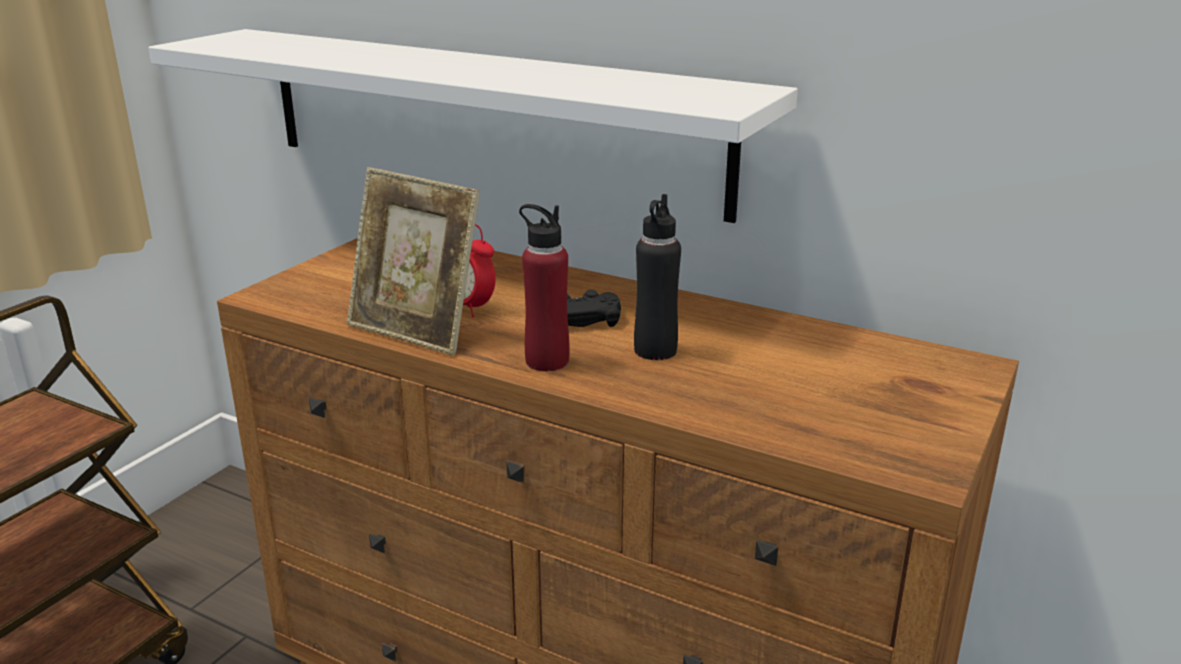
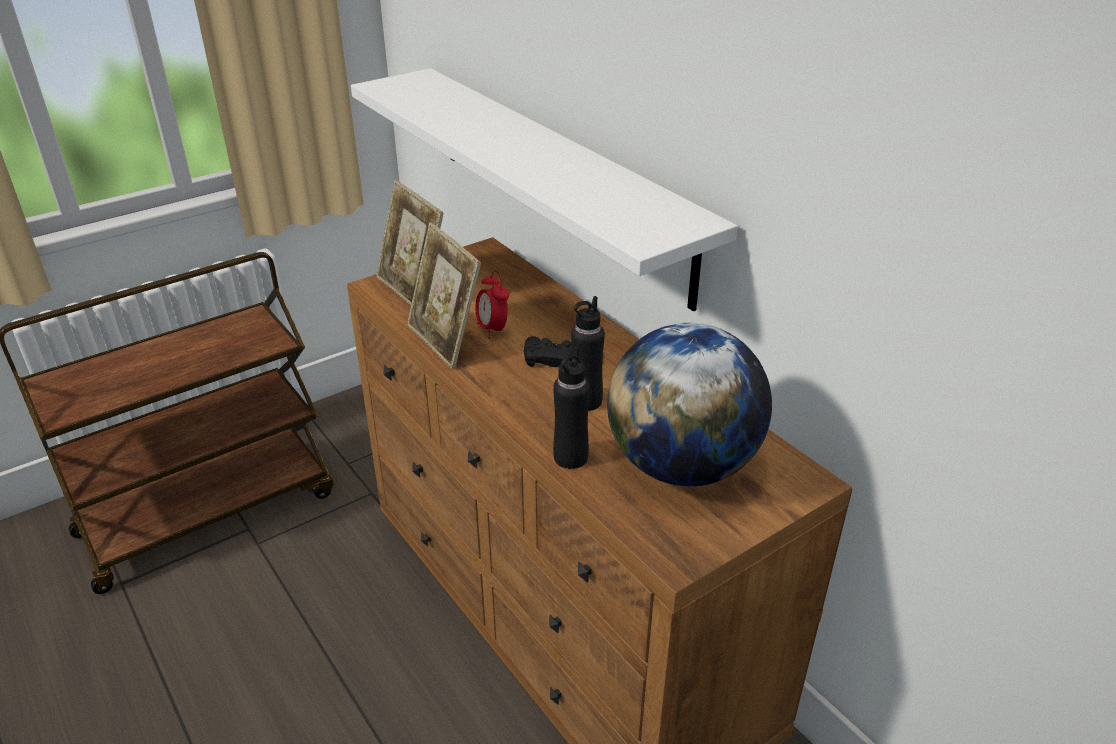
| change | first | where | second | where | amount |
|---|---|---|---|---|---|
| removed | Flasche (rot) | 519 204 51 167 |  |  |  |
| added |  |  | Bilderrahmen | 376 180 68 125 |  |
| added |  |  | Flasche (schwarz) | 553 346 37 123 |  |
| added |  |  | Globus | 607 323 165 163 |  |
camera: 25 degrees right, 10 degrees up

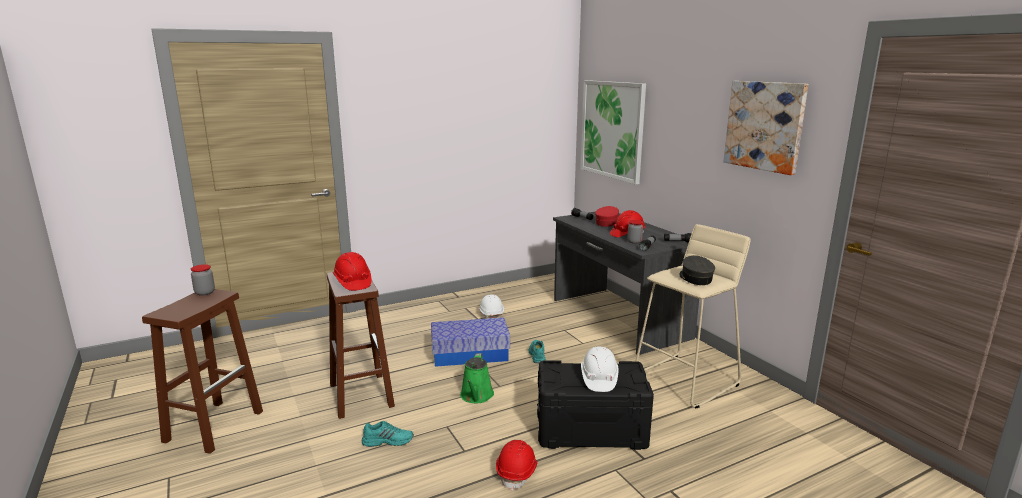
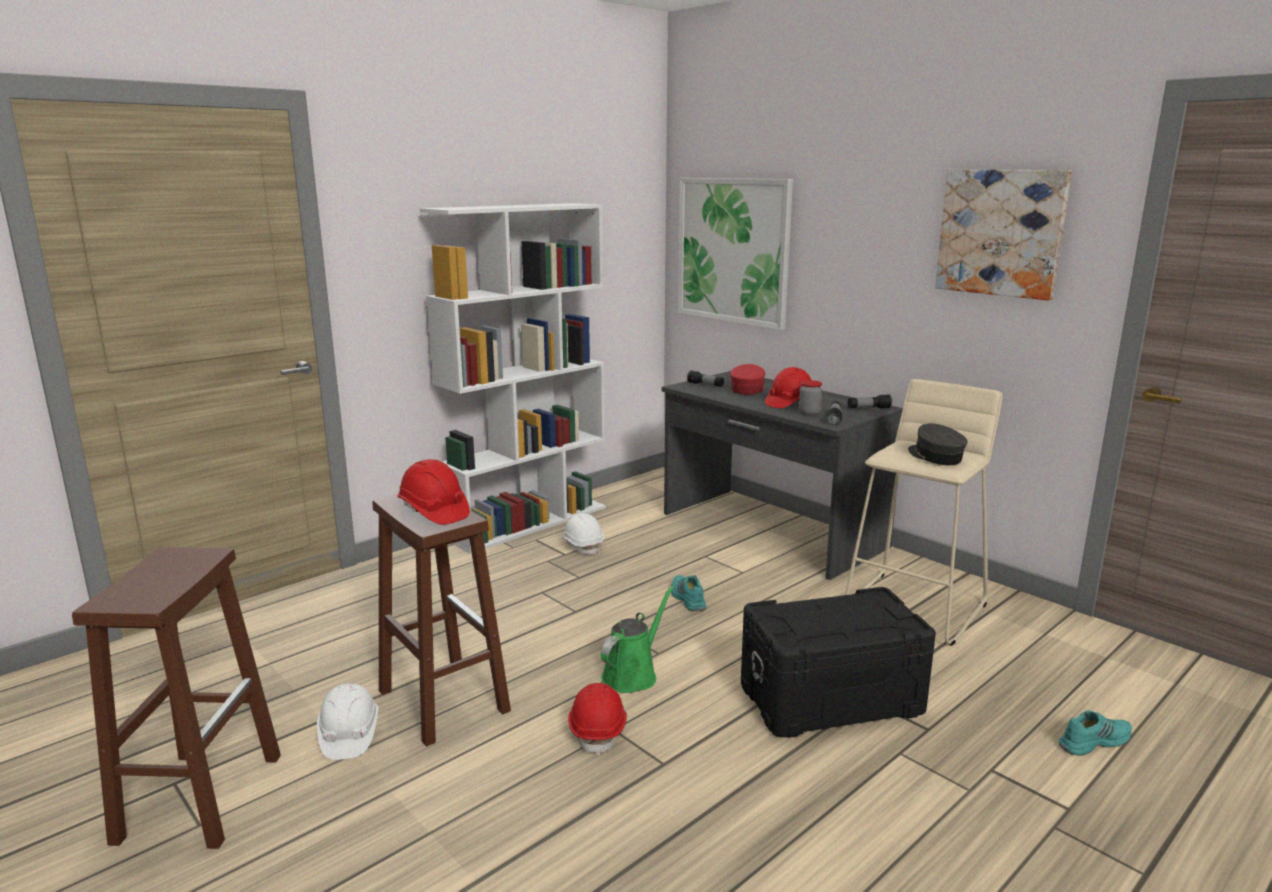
| change | first | where | second | where | amount |
|---|---|---|---|---|---|
| removed | Vorratsglas | 191 264 24 32 |  |  |  |
| removed | Aufbewahrungsbox | 431 318 79 49 |  |  |  |
| added |  |  | Bücherregal (weiß) | 420 203 186 351 |  |
| moved | Schuh (türkis) | 362 421 51 26 |  | 1058 710 74 46 |  |
| moved | Schutzhelm (rot) | 496 440 42 51 |  | 568 683 59 73 |  |
| moved | Schutzhelm (weiß) | 581 347 37 45 |  | 317 683 62 77 |  |
| turned | Gießkanne (grün) | 460 353 34 50 |  | 601 585 73 108 | 135 degrees counterclockwise |
camera: 15 degrees left, 0 degrees up

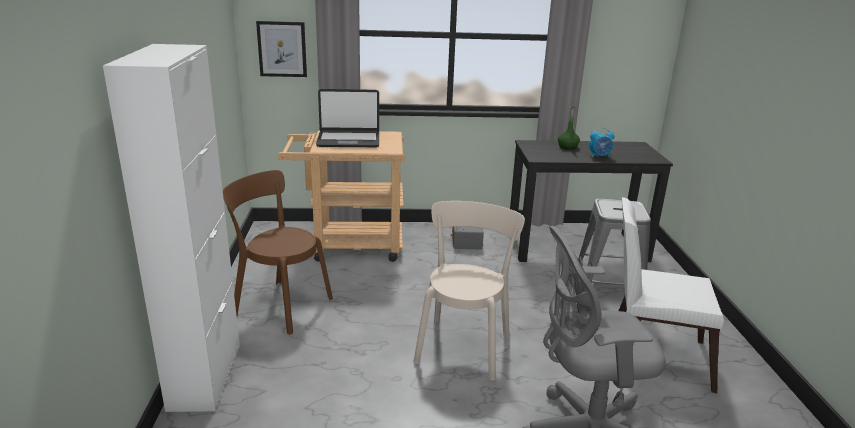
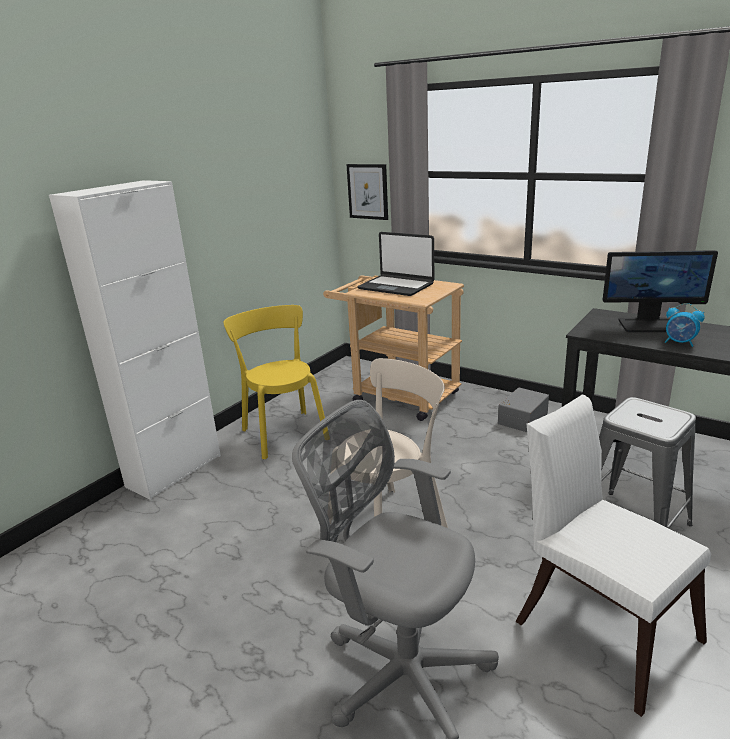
| change | first | where | second | where | amount |
|---|---|---|---|---|---|
| replaced | Flasche (grün) | 558 106 22 43 | Monitor | 603 250 115 82 |  |
| recoloured | Stuhl (braun) | 223 170 110 164 | Stuhl (gelb) | 224 305 104 154 |  |
camera: 40 degrees right, 0 degrees up

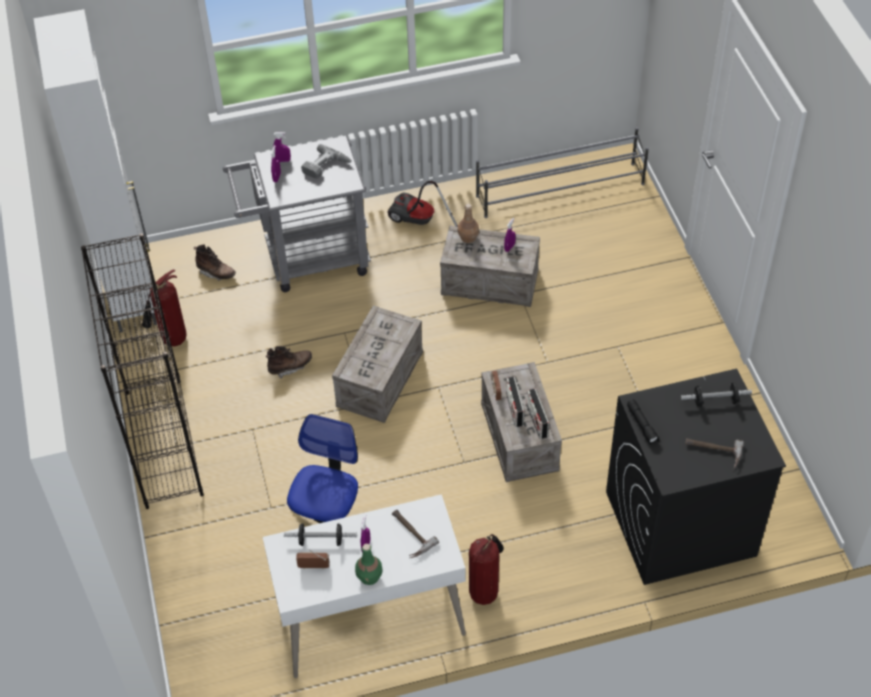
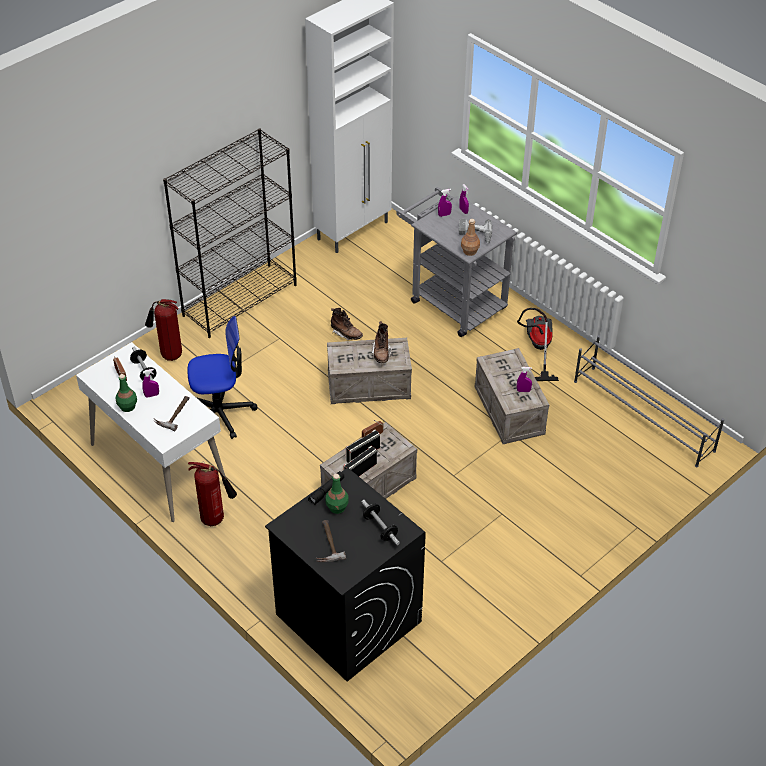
| change | first | where | second | where | amount |
|---|---|---|---|---|---|
| added |  |  | Flasche (grün) | 325 474 24 40 |  |
| moved | Feuerlöscher | 142 269 45 77 |  | 145 299 37 62 |  |
| moved | Stiefel (braun) | 194 244 42 37 |  | 372 321 20 42 |  |
| moved | Flasche (braun) | 458 204 21 39 |  | 461 219 19 37 |  |
camera: 60 degrees right, 5 degrees down

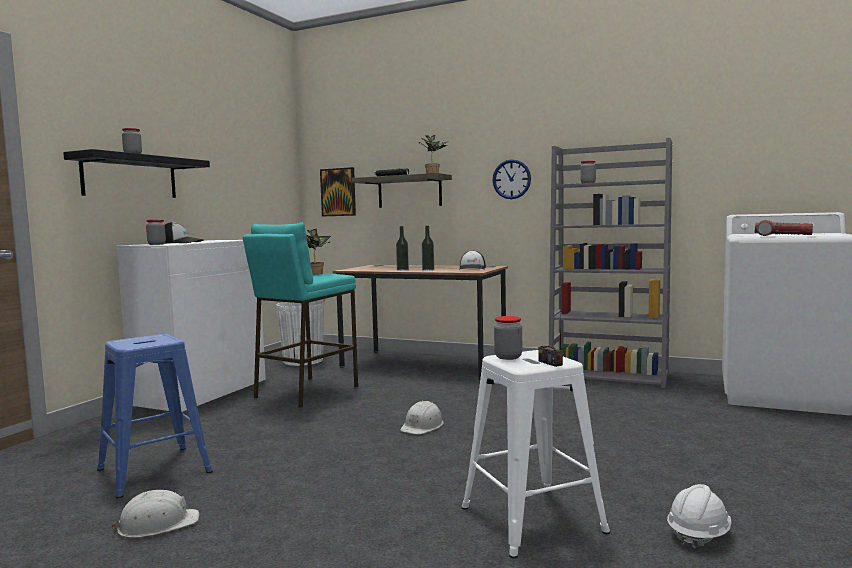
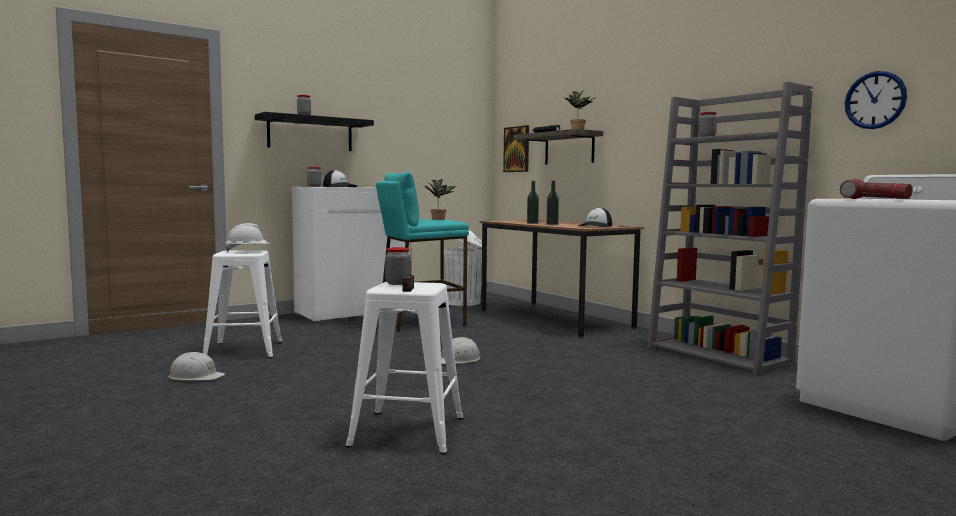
| change | first | where | second | where | amount |
|---|---|---|---|---|---|
| moved | Wanduhr | 492 159 39 40 |  | 845 71 62 58 |  |
| moved | Schutzhelm (weiß) | 667 484 65 66 |  | 224 223 46 29 |  |
| recoloured | Hocker (blau) | 97 334 116 164 | Hocker (weiß) | 203 250 80 108 |  |
camera: 30 degrees right, 0 degrees up

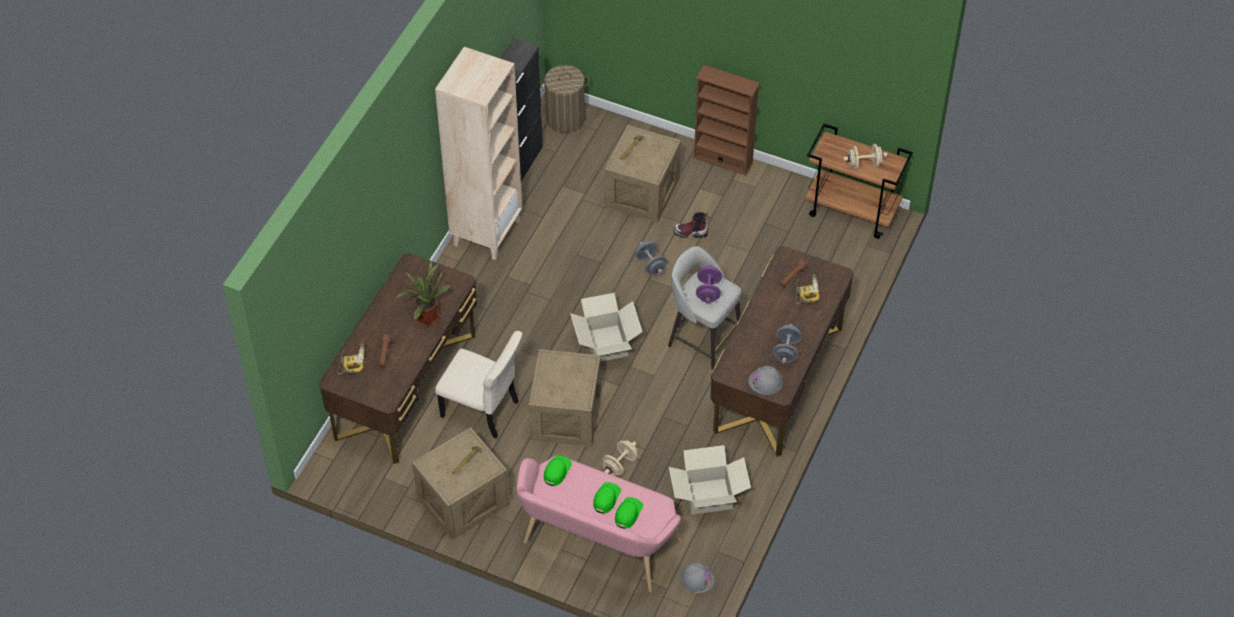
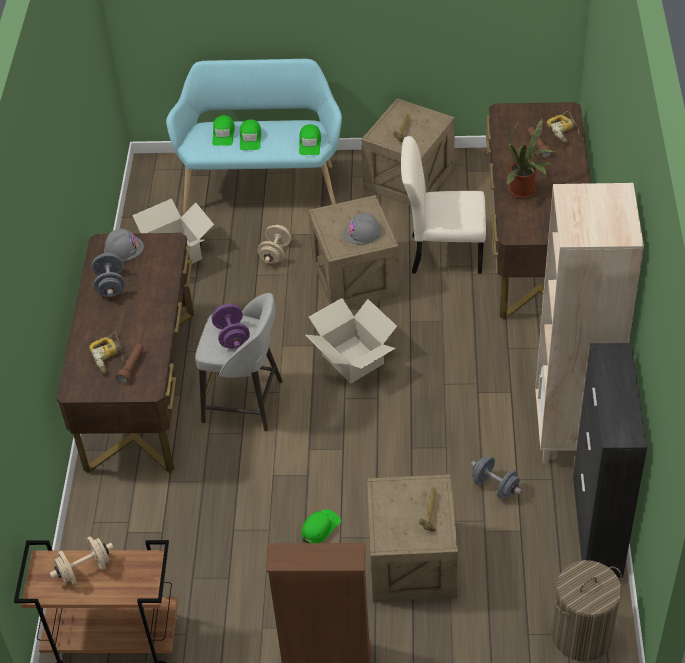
| change | first | where | second | where | amount |
|---|---|---|---|---|---|
| moved | Hantel (grau) | 635 241 32 34 |  | 471 456 51 43 |  |
| moved | Schutzhelm (grau) | 680 562 35 31 |  | 343 213 39 32 |  |
| replaced | Stiefel | 673 212 35 26 | Kappe (grün) | 302 509 39 34 |  |
| recoloured | Bank (rosa) | 517 455 165 137 | Bank (türkis) | 166 59 176 154 |  |
camera: 160 degrees right, 5 degrees down

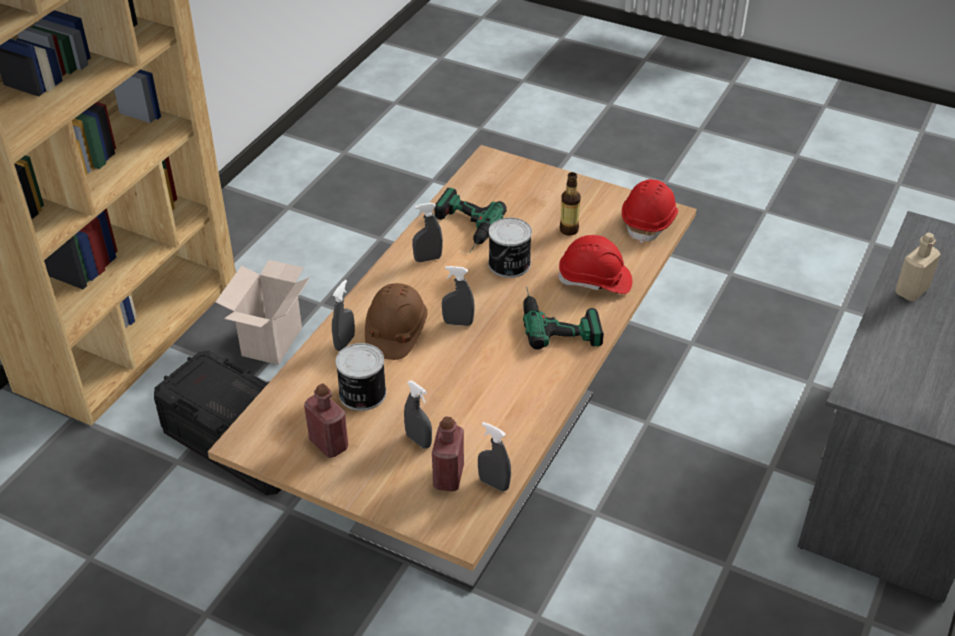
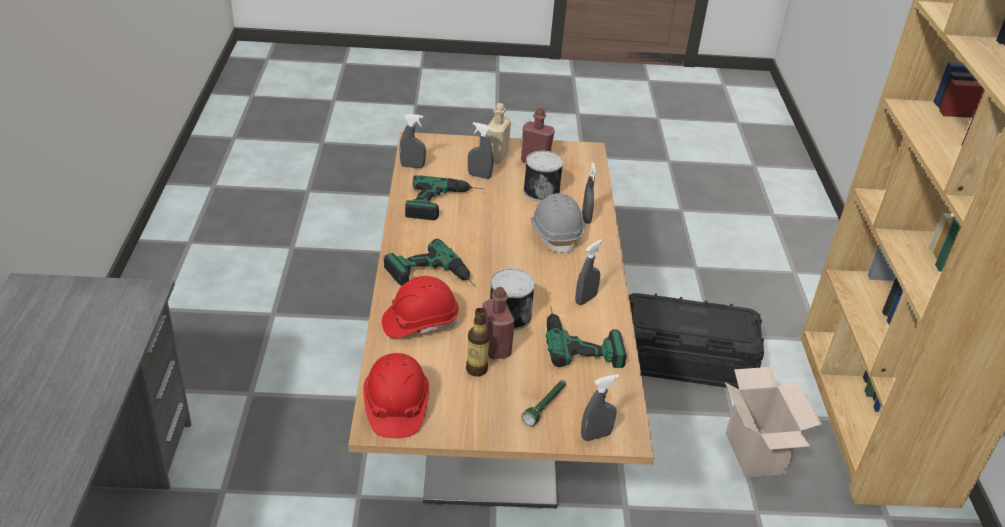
| change | first | where | second | where | amount |
|---|---|---|---|---|---|
| added |  |  | Bohrmaschine | 405 175 79 45 |  |
| added |  |  | Taschenlampe (grün) | 522 380 44 46 |  |
| moved | Flasche (rot) | 432 416 32 75 |  | 483 287 32 72 |  |
| moved | Sprühflasche (grau) | 442 266 33 60 |  | 581 374 38 67 |  |
| moved | Flasche (beige) | 895 232 46 69 |  | 487 103 24 61 |  |
| recoloured | Schutzhelm (braun) | 365 283 63 77 | Schutzhelm (grau) | 530 193 55 62 |  |
camera: 150 degrees right, 5 degrees down

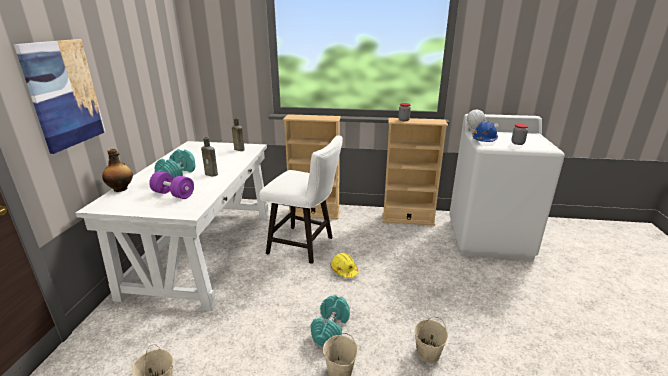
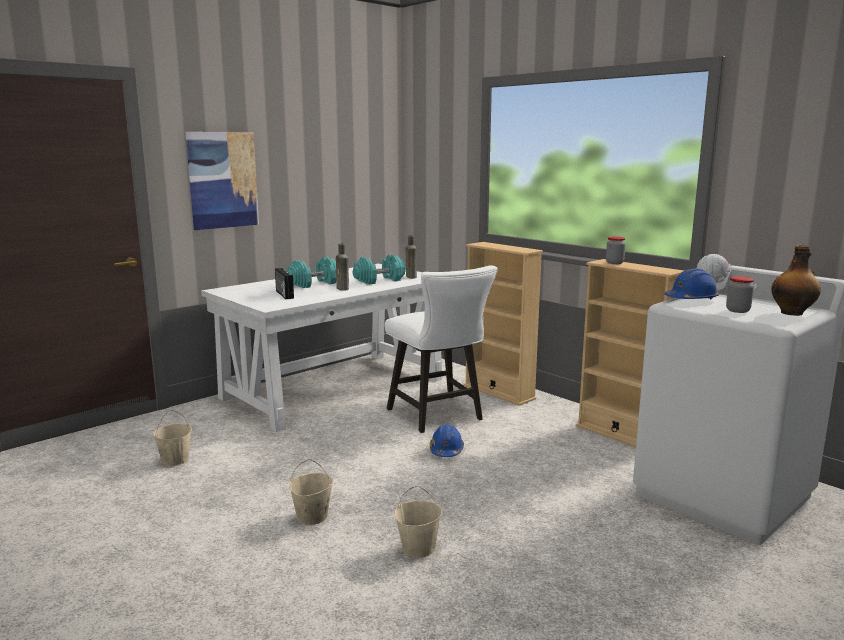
| change | first | where | second | where | amount |
|---|---|---|---|---|---|
| moved | Flasche | 102 149 31 43 |  | 771 245 50 71 |  |
| moved | Hantel (türkis) | 311 295 39 52 |  | 353 254 53 30 |  |
| replaced | Hantel (lila) | 149 171 45 28 | Radio | 275 268 19 31 |  |
| recoloured | Schutzhelm (gelb) | 331 253 28 25 | Schutzhelm (blau) | 429 424 35 33 |  |
camera: 40 degrees right, 10 degrees down

